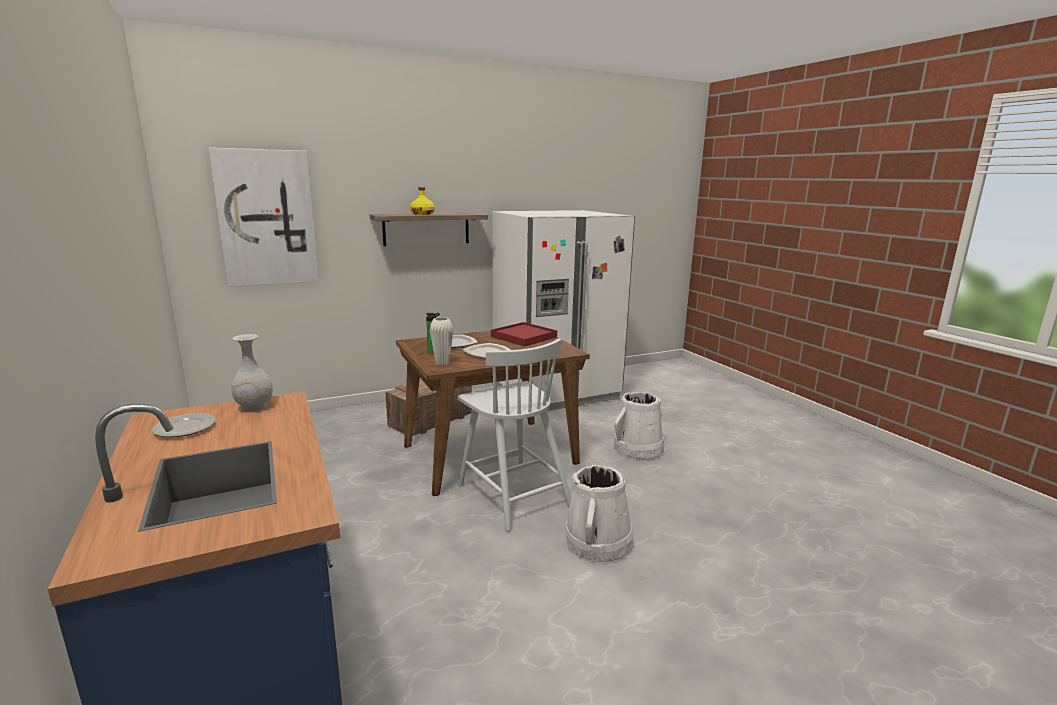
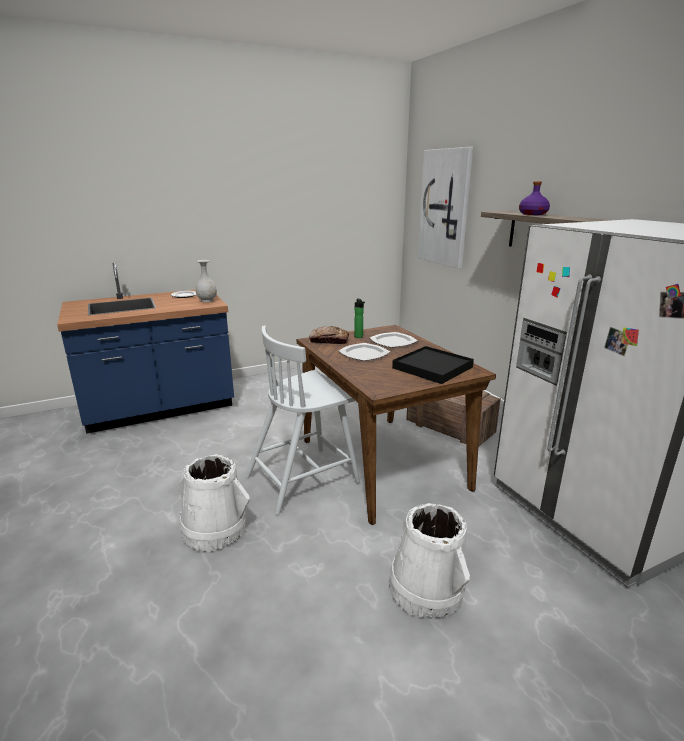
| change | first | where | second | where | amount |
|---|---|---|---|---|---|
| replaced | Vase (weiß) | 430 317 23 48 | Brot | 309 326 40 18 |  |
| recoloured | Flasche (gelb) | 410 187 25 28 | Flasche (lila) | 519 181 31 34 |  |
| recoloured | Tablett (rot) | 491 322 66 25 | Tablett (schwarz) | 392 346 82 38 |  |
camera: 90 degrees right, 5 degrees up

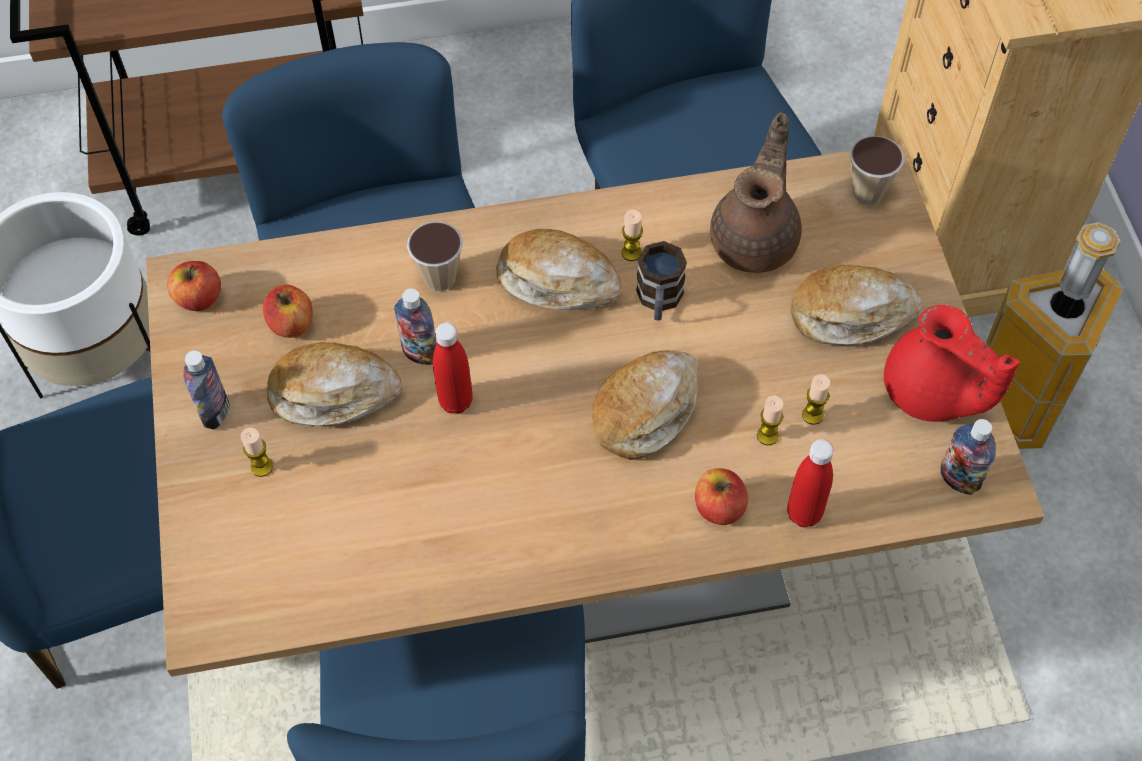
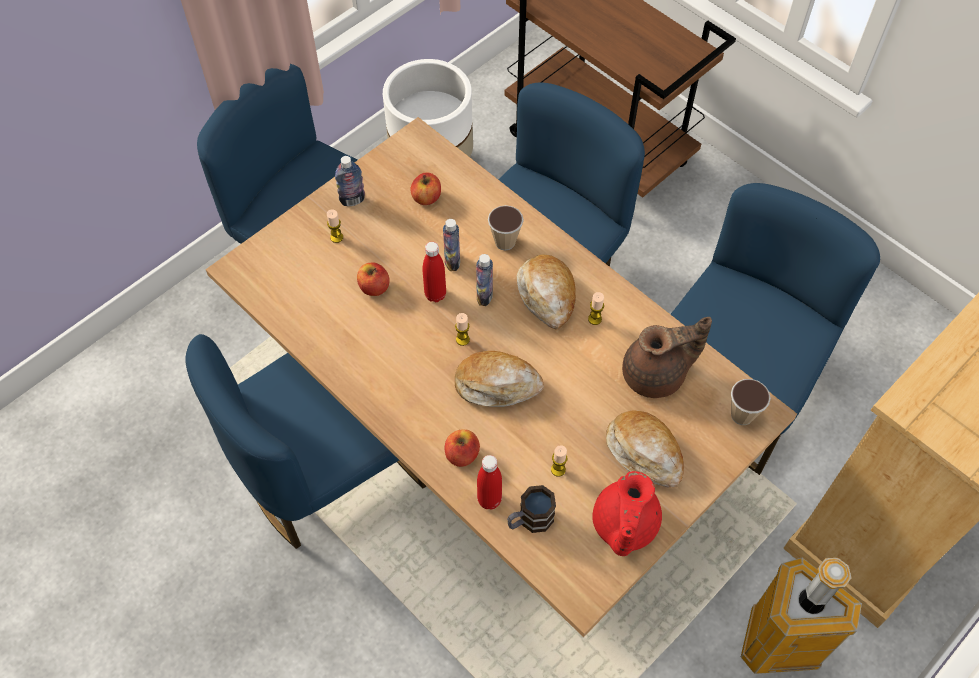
| change | first | where | second | where | amount |
|---|---|---|---|---|---|
| removed | Brot | 267 342 136 84 |  |  |  |
| moved | Apfel | 167 261 54 50 |  | 357 263 33 33 |  |
| moved | Henkelbecher | 636 241 51 79 |  | 507 485 49 48 |  |
| moved | Kerze | 757 395 27 50 |  | 455 313 15 33 |  |
| moved | Flasche | 940 419 56 76 |  | 476 254 17 52 |  |
camera: 55 degrees right, 0 degrees up

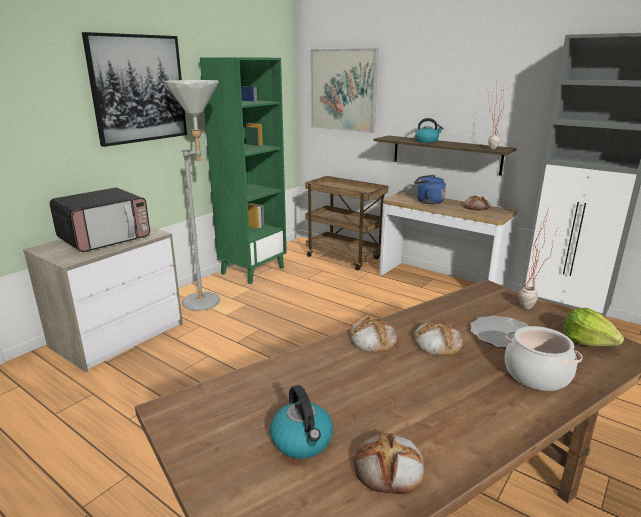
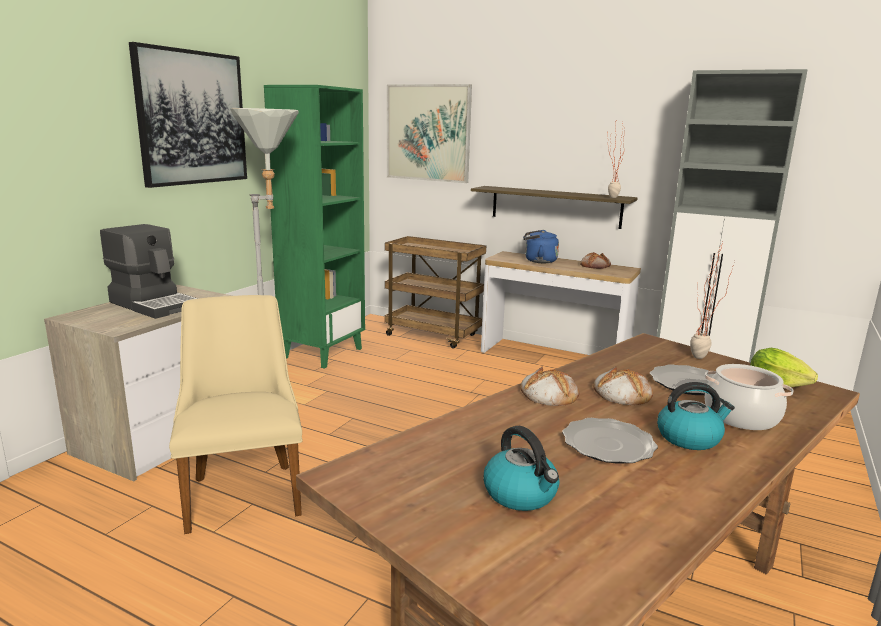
| change | first | where | second | where | amount |
|---|---|---|---|---|---|
| removed | Brot | 354 433 70 61 |  |  |  |
| added |  |  | Stuhl (beige) | 169 295 134 239 |  |
| added |  |  | Teller | 562 418 96 46 |  |
| moved | Wasserkessel | 415 118 28 25 |  | 657 382 78 68 |  |
| replaced | Mikrowelle | 49 188 101 64 | Kaffeemaschine | 100 224 98 95 |  |
camera: 10 degrees left, 5 degrees down

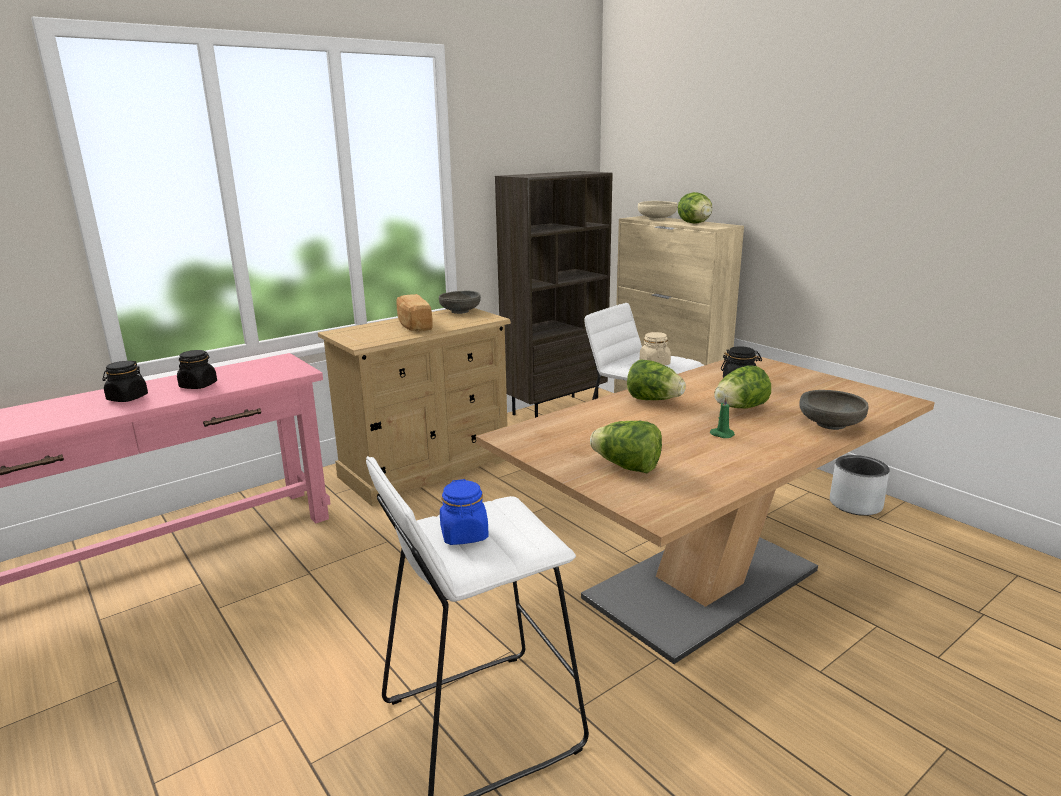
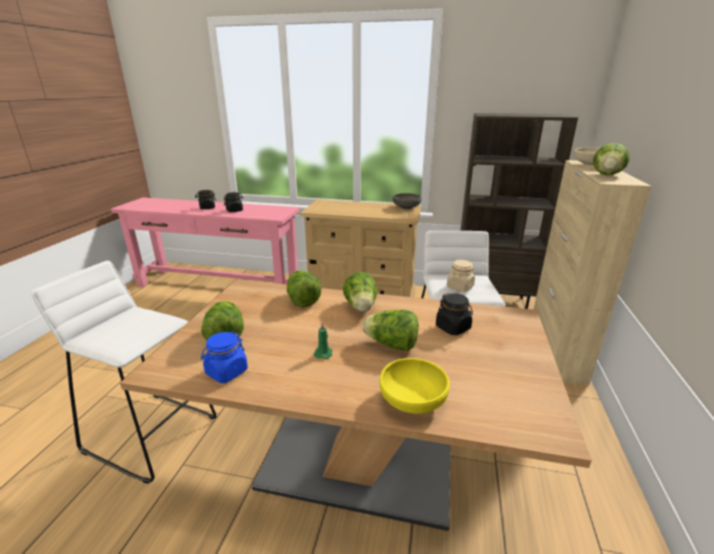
| change | first | where | second | where | amount |
|---|---|---|---|---|---|
| removed | Brot | 396 294 37 37 |  |  |  |
| removed | Pflanzkübel (grau) | 830 455 60 61 |  |  |  |
| added |  |  | Salatkopf | 287 270 34 37 |  |
| moved | Vorratsglas (blau) | 440 479 49 66 |  | 201 331 47 52 |  |
| recoloured | Schüssel (grau) | 799 390 70 40 | Schüssel (gelb) | 380 358 70 56 |  |
camera: 50 degrees right, 5 degrees up

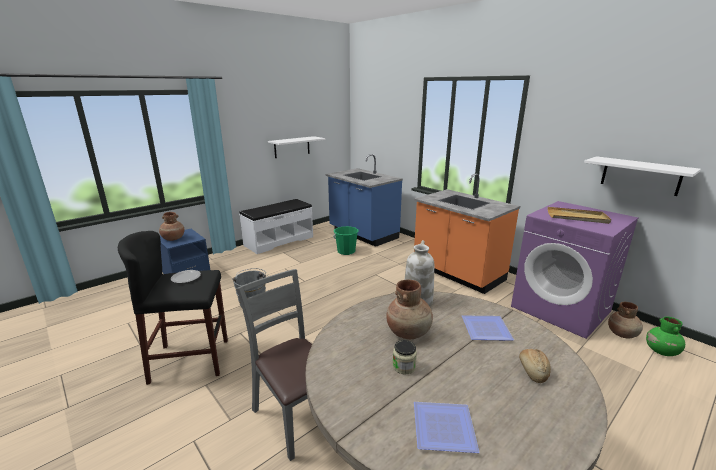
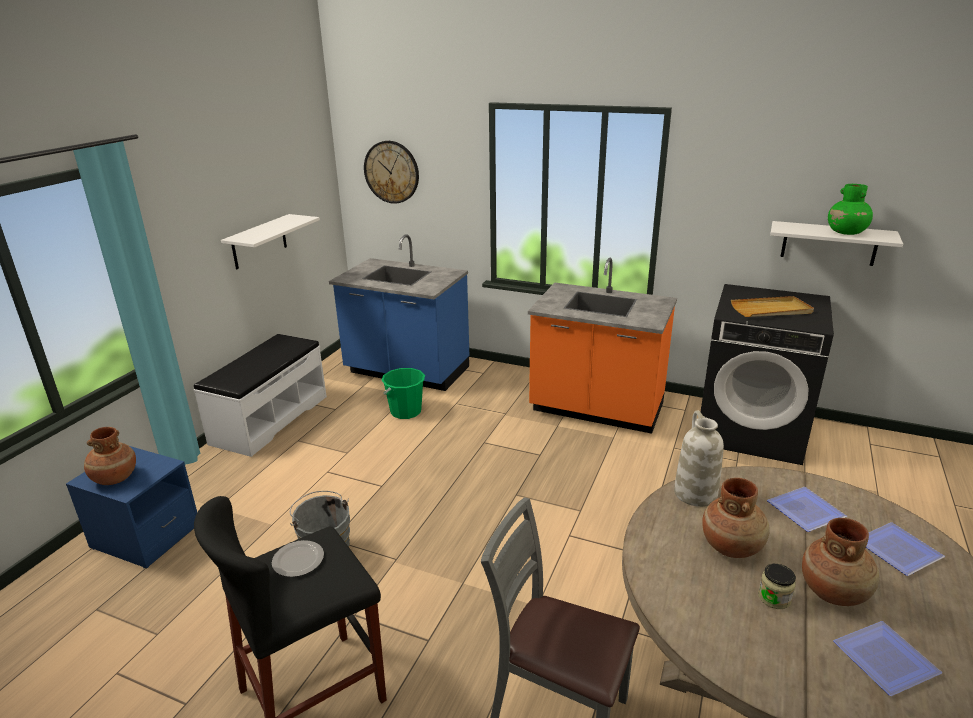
| change | first | where | second | where | amount |
|---|---|---|---|---|---|
| added |  |  | Wanduhr | 364 141 55 63 |  |
| moved | Vase (braun) | 608 302 35 37 |  | 802 518 78 88 |  |
| moved | Vase (grün) | 646 316 39 40 |  | 828 184 45 51 |  |
| replaced | Brot | 519 349 32 34 | Teller | 866 522 79 54 |  |
| recoloured | Waschmaschine (lila) | 511 201 127 138 | Waschmaschine (schwarz) | 701 284 133 181 |  |
camera: 25 degrees left, 5 degrees up

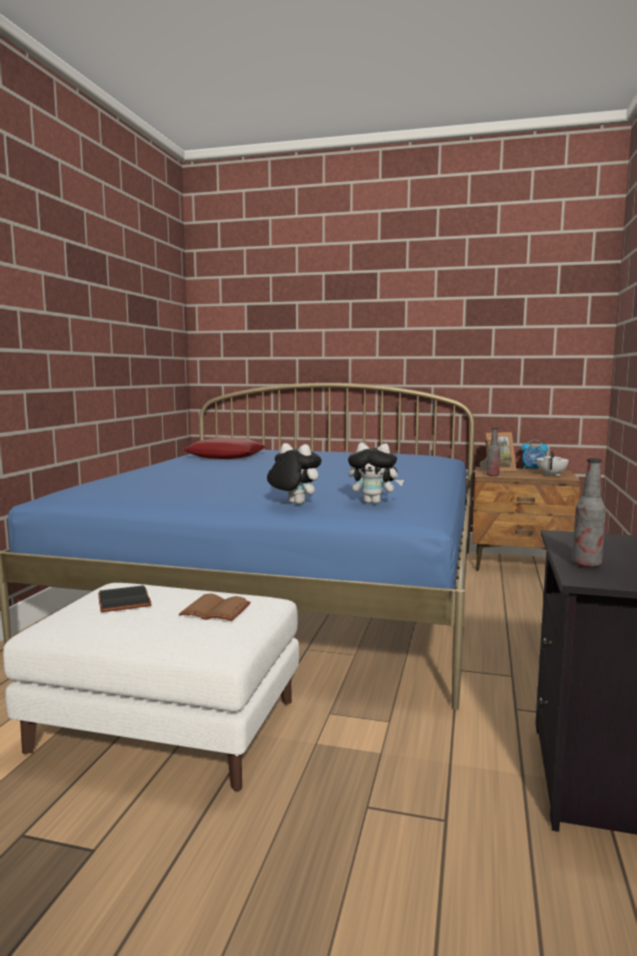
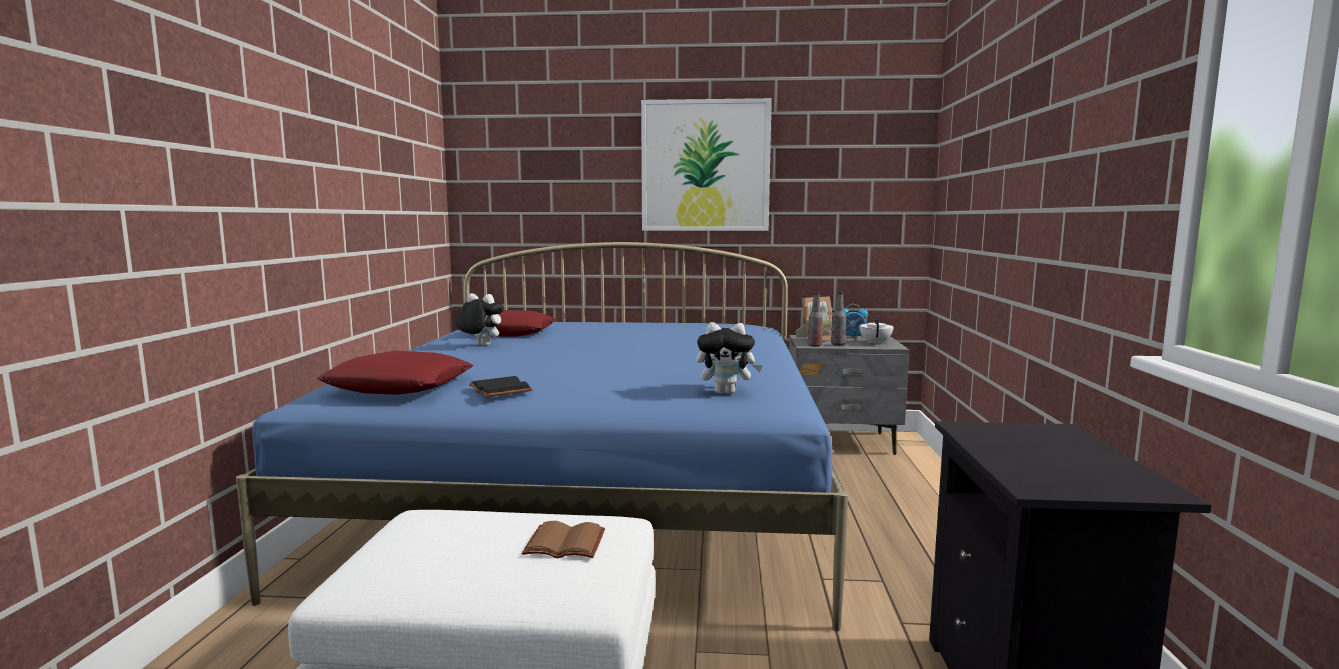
| change | first | where | second | where | amount |
|---|---|---|---|---|---|
| added |  |  | Kissen (rot) | 317 351 156 44 |  |
| added |  |  | Bild | 641 98 131 133 |  |
| moved | Buch (schwarz) | 98 585 54 27 |  | 469 376 63 21 |  |
| moved | Plüschtier | 267 443 55 61 |  | 456 293 48 53 |  |
| moved | Flasche | 572 458 34 109 |  | 831 292 15 54 |  |
| recoloured | Nachttisch (braun) | 472 467 109 104 | Nachttisch (grau) | 789 335 120 120 |  |
camera: 10 degrees left, 0 degrees up

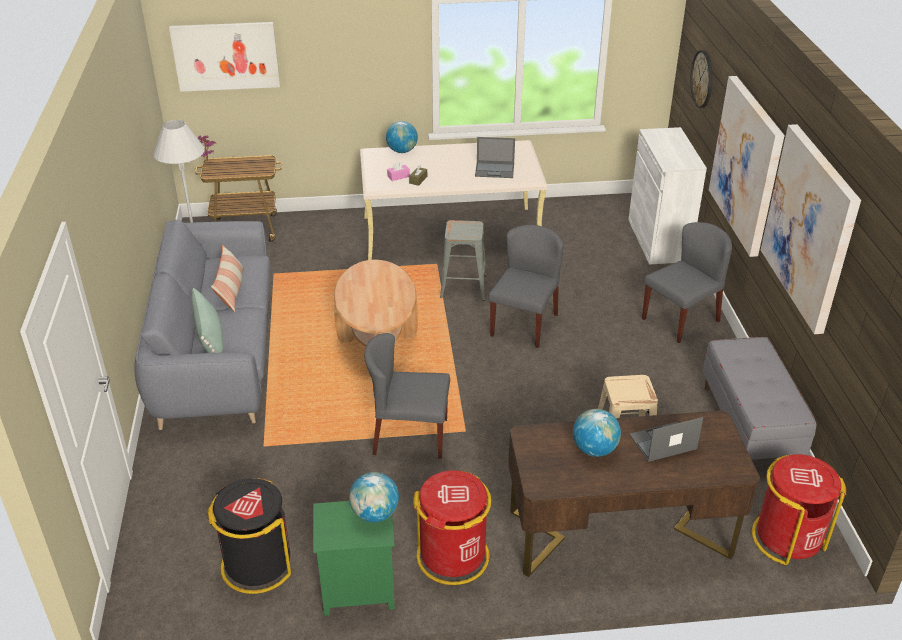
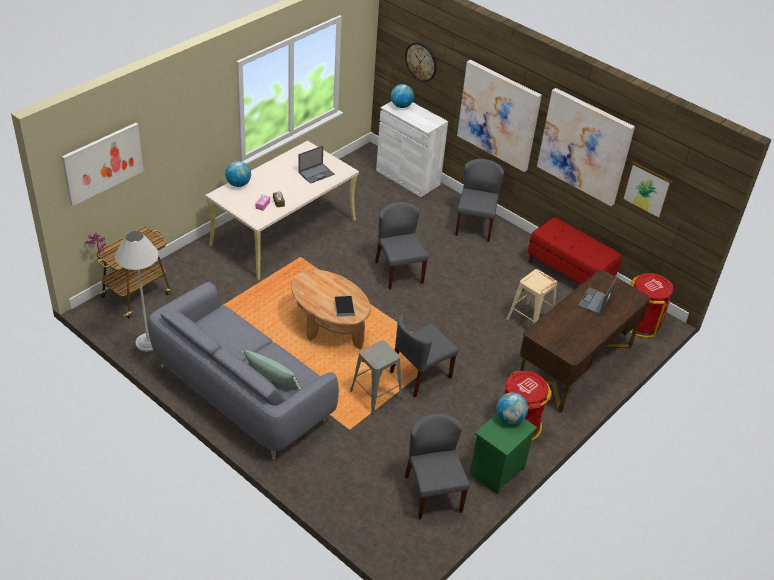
| change | first | where | second | where | amount |
|---|---|---|---|---|---|
| removed | Kissen | 211 245 33 67 |  |  |  |
| added |  |  | Buch | 334 296 21 21 |  |
| added |  |  | Bild | 622 162 51 57 |  |
| moved | Hocker (grau) | 440 220 47 81 |  | 350 340 53 75 |  |
| moved | Globus | 573 409 48 48 |  | 391 84 23 24 |  |
| replaced | Mülleimer (schwarz) | 207 478 84 116 | Stuhl (grau) | 405 414 65 106 |  |
| recoloured | Bank (grau) | 703 337 113 124 | Bank (rot) | 527 217 95 67 |  |
camera: 45 degrees left, 5 degrees up

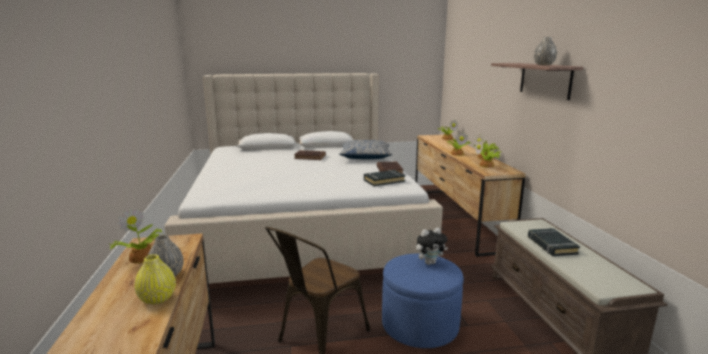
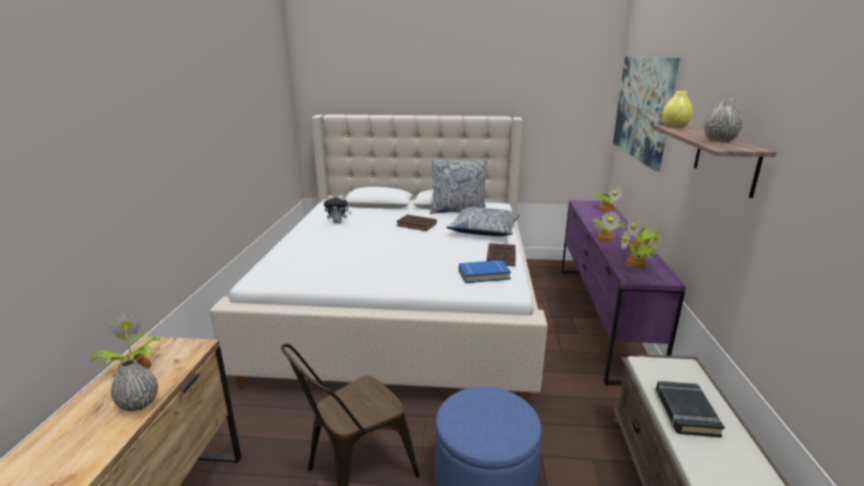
| change | first | where | second | where | amount |
|---|---|---|---|---|---|
| added |  |  | Kissen | 430 158 58 56 |  |
| added |  |  | Bild | 613 56 67 115 |  |
| moved | Vase (gelb) | 134 254 42 51 |  | 662 91 31 37 |  |
| moved | Plüschtier | 416 228 32 37 |  | 324 195 28 29 |  |
| recoloured | Buch (schwarz) | 364 170 42 16 | Buch (blau) | 459 260 52 23 |  |
| recoloured | Kommode (braun) | 415 134 111 123 | Kommode (lila) | 561 200 125 186 |  |
camera: 15 degrees right, 5 degrees up

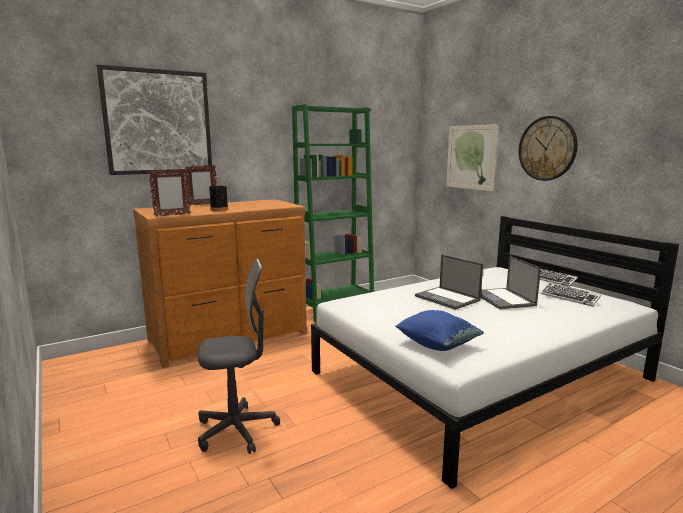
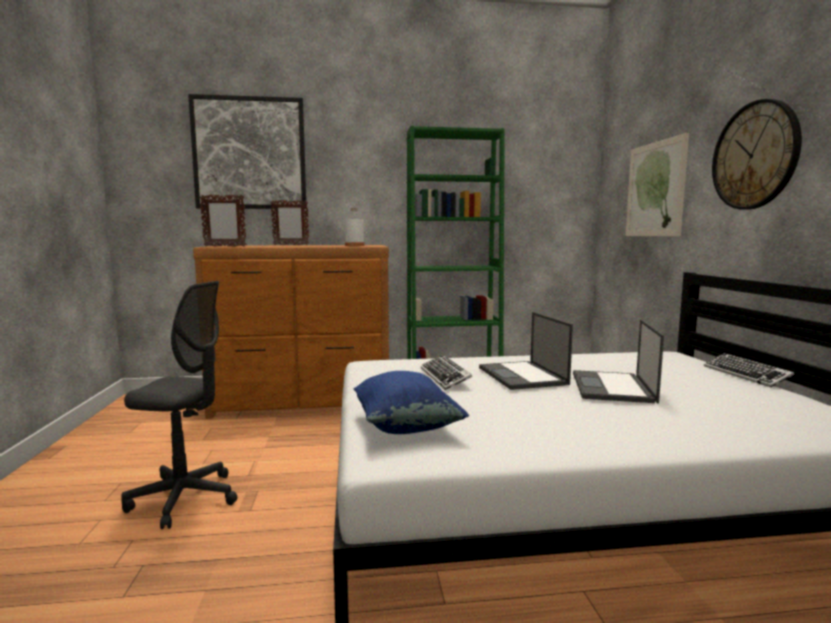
| change | first | where | second | where | amount |
|---|---|---|---|---|---|
| removed | Flasche (schwarz) | 209 176 19 35 |  |  |  |
| added |  |  | Flasche (weiß) | 345 208 20 38 |  |
| moved | Tastatur | 541 283 60 24 |  | 421 355 51 35 |  |
camera: 25 degrees right, 5 degrees down

